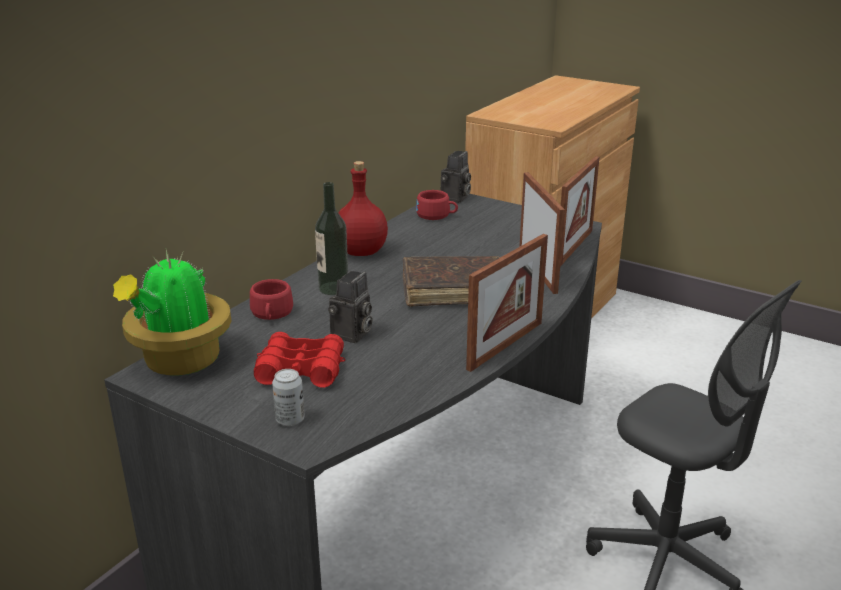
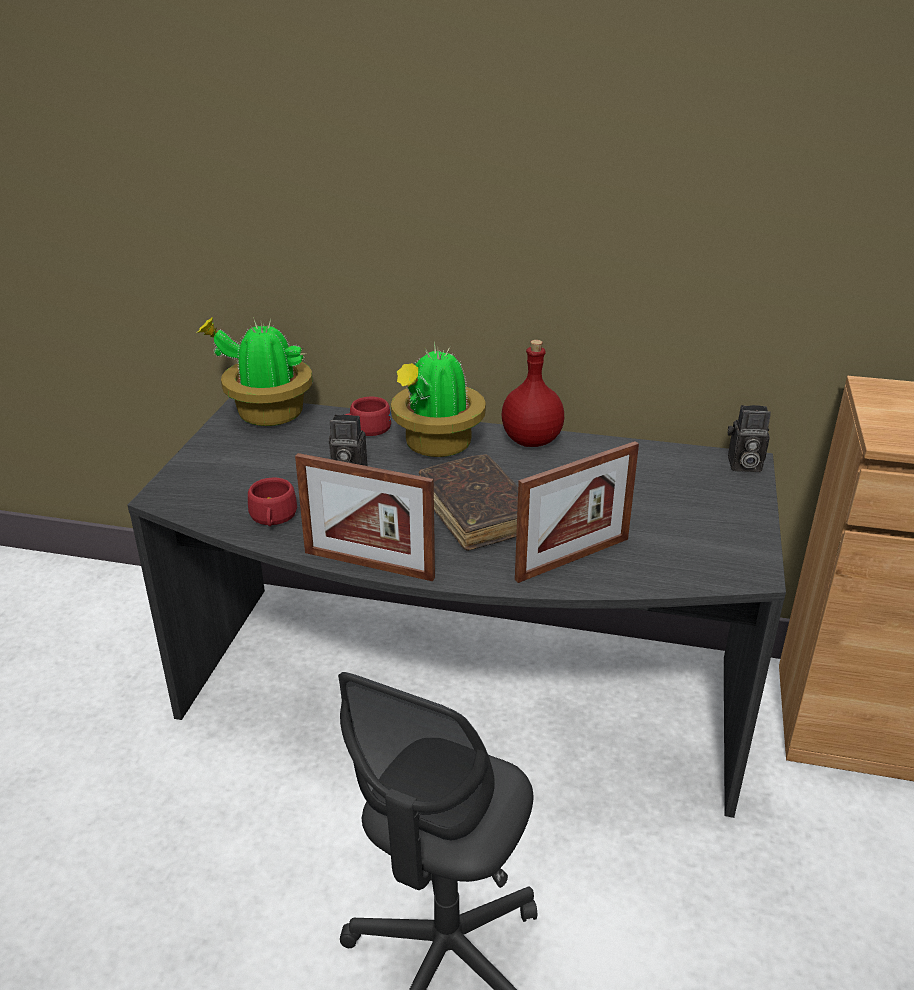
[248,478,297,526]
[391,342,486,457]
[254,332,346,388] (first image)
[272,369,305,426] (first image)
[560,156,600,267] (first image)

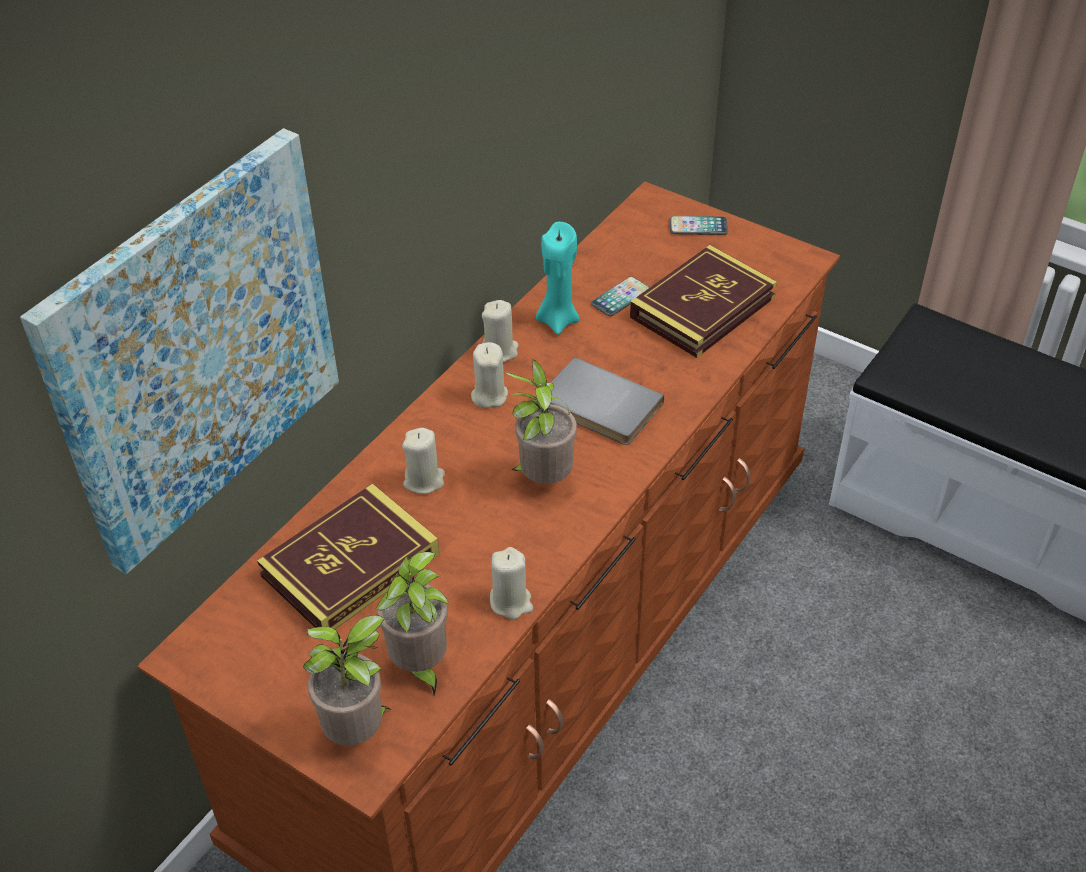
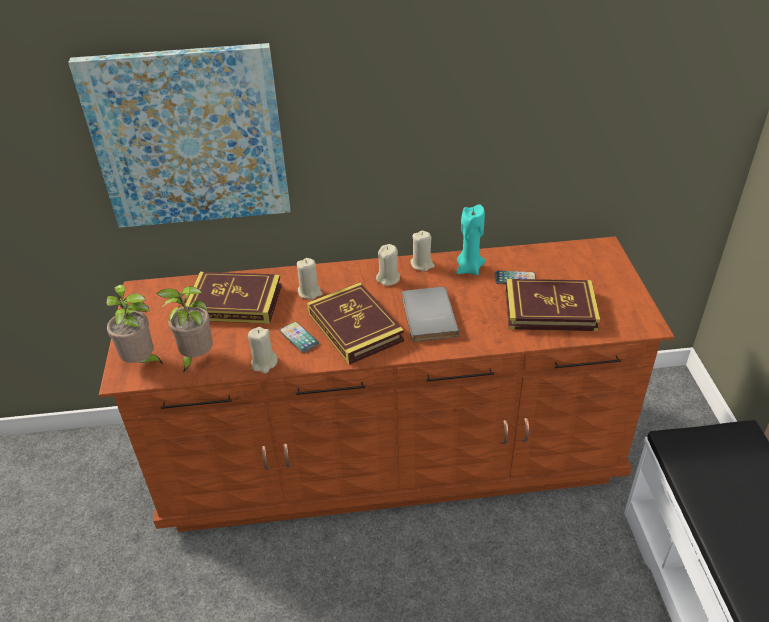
[280,322,319,353]
[307,282,404,365]

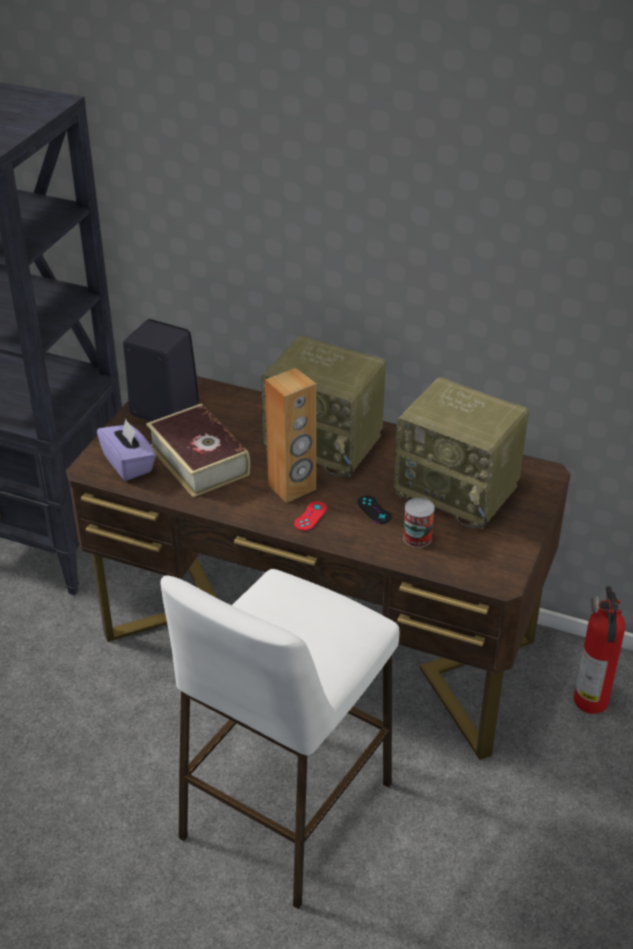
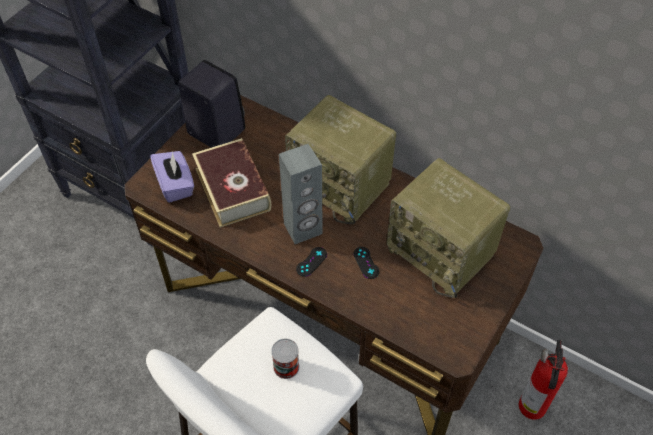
[271,339,299,379]
[279,144,323,244]
[296,247,327,277]

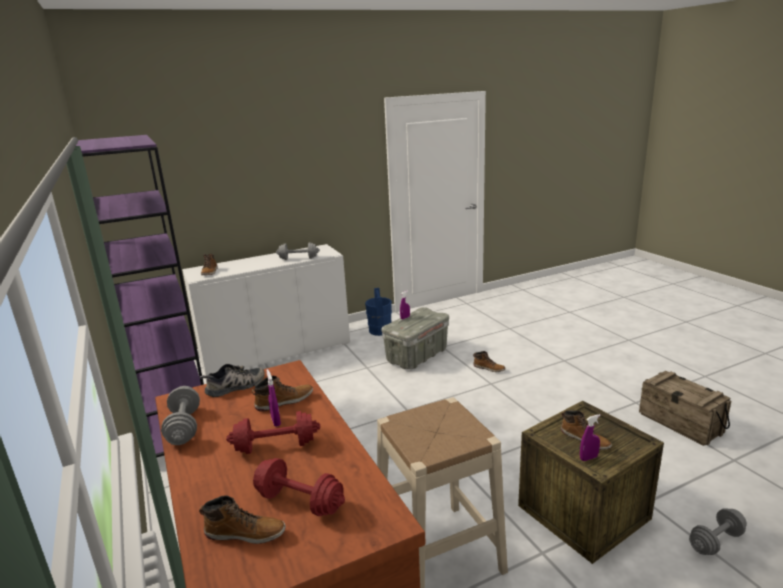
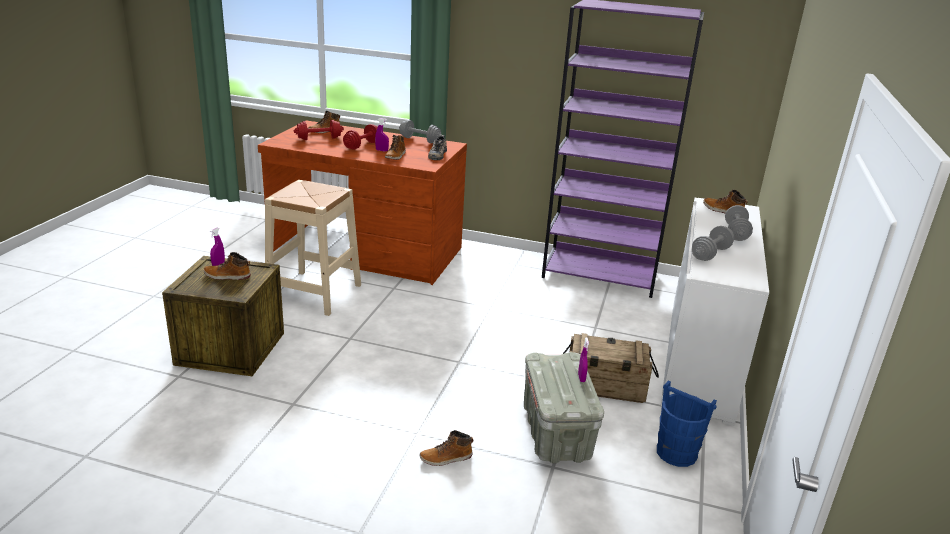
[563,333,659,403]
[725,205,753,241]

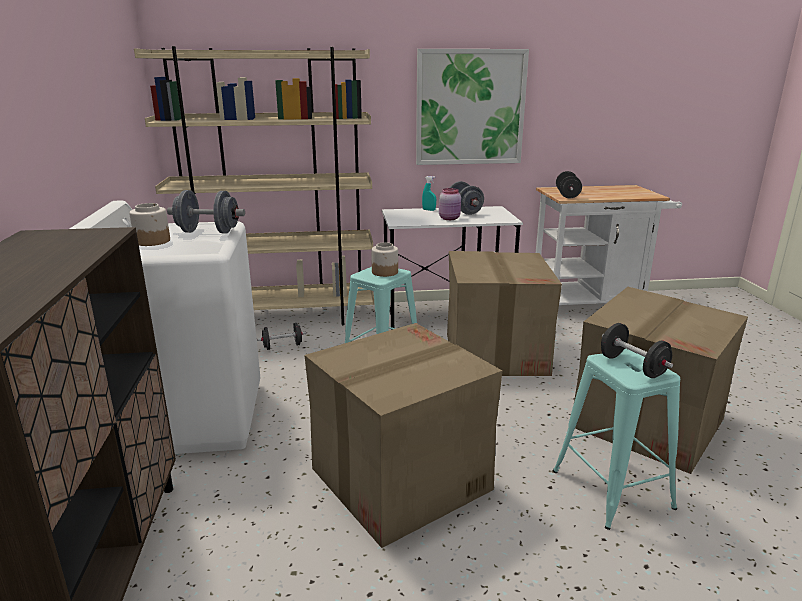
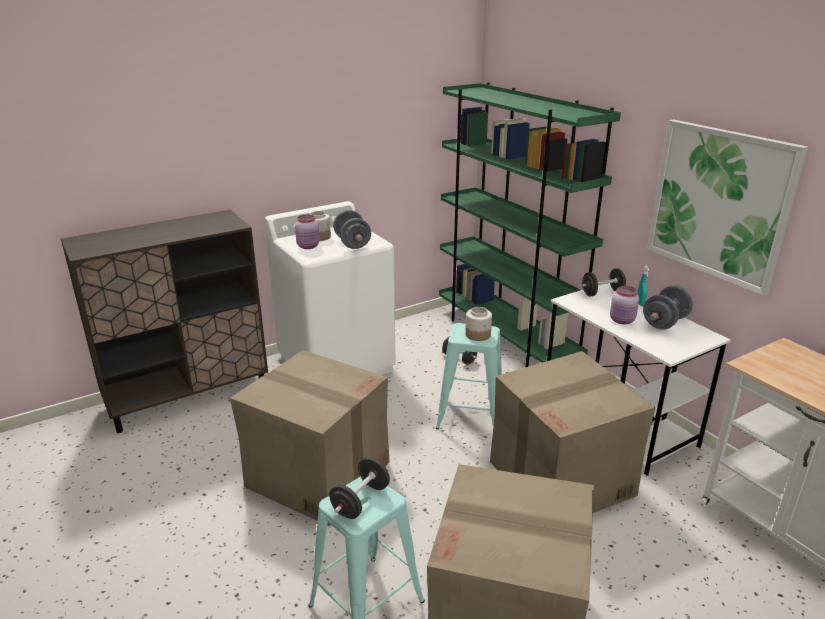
[295,214,320,249]
[439,83,621,368]
[581,268,627,296]

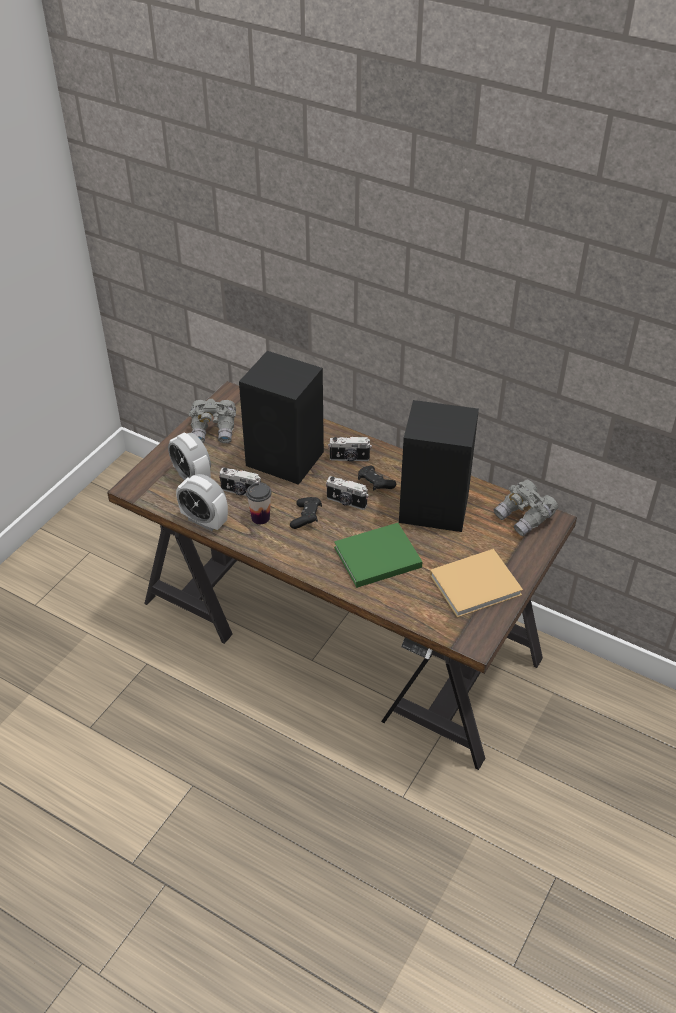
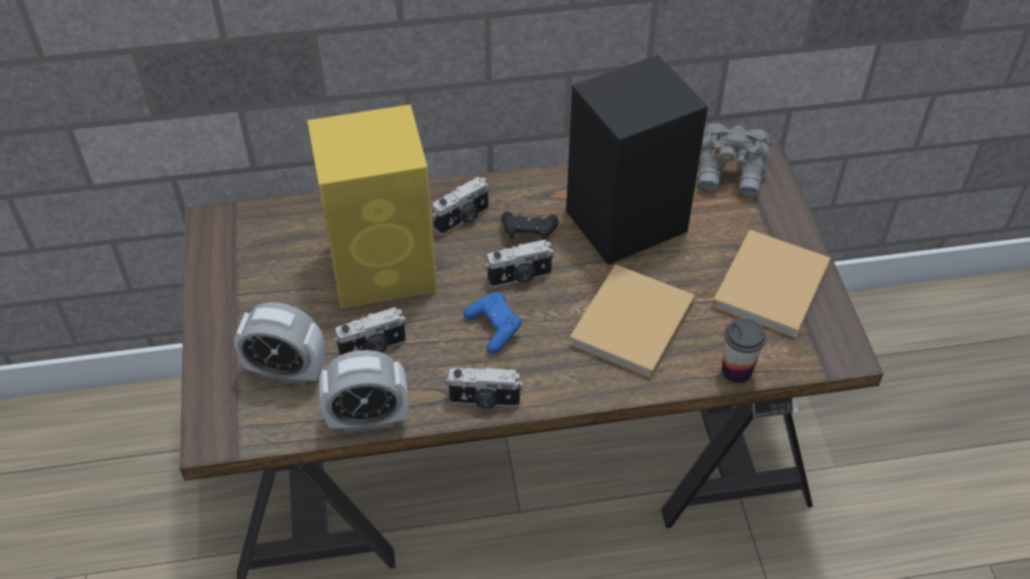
[307,104,437,308]
[446,367,523,409]
[464,292,522,354]
[569,264,695,379]
[722,318,766,383]
[189,399,236,443] (first image)

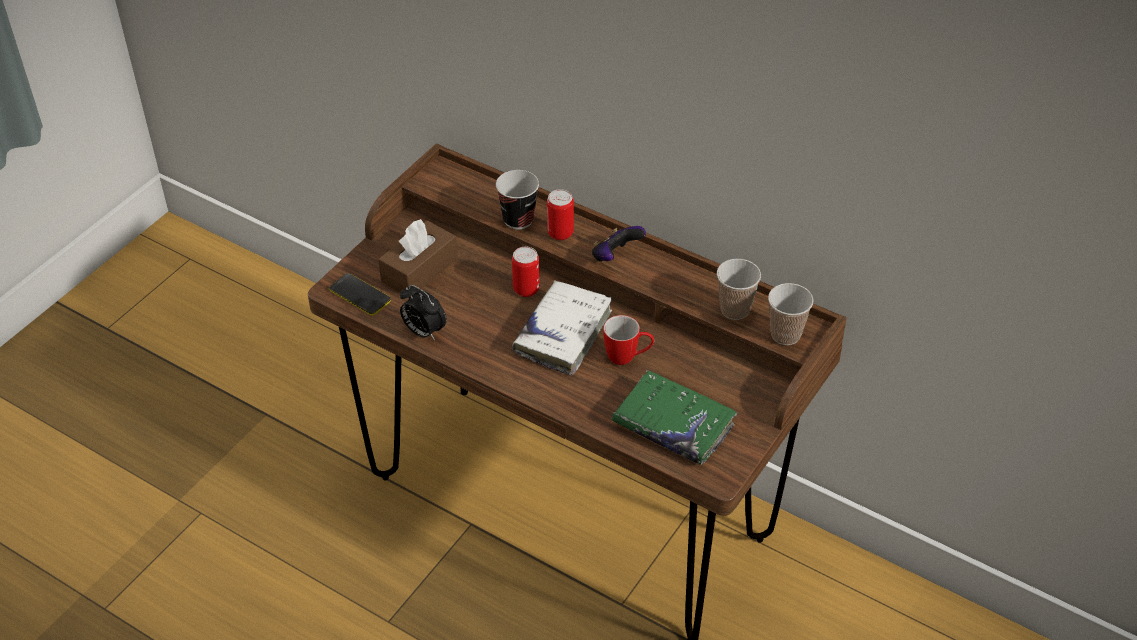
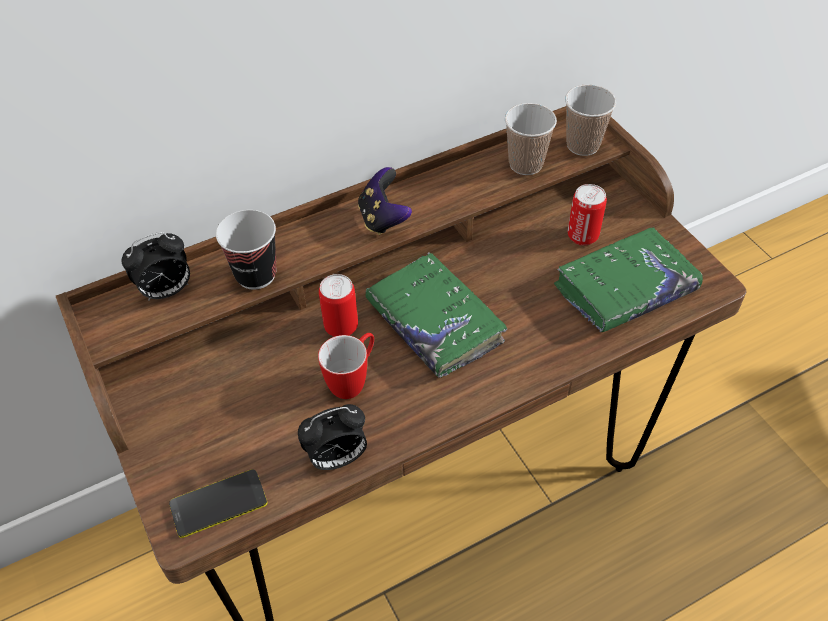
[122,232,190,301]
[318,333,374,399]
[365,252,507,378]
[568,184,607,246]
[378,219,457,298] (first image)

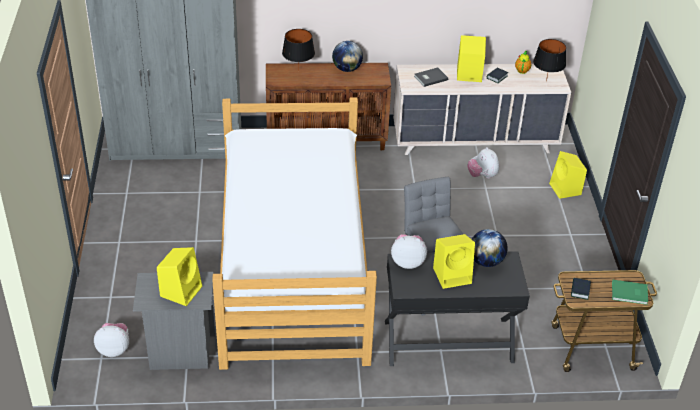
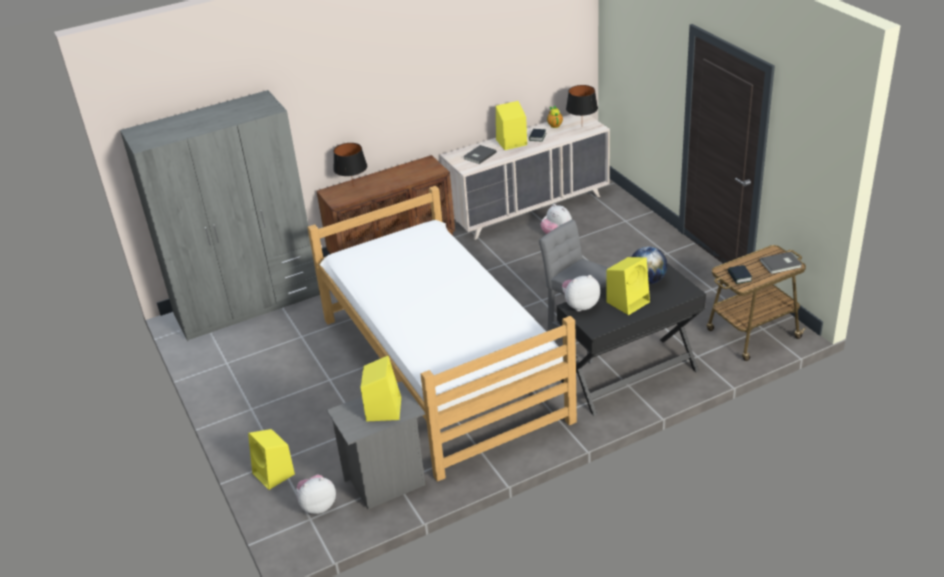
[248,429,295,490]
[760,252,802,274]
[332,41,363,72] (first image)

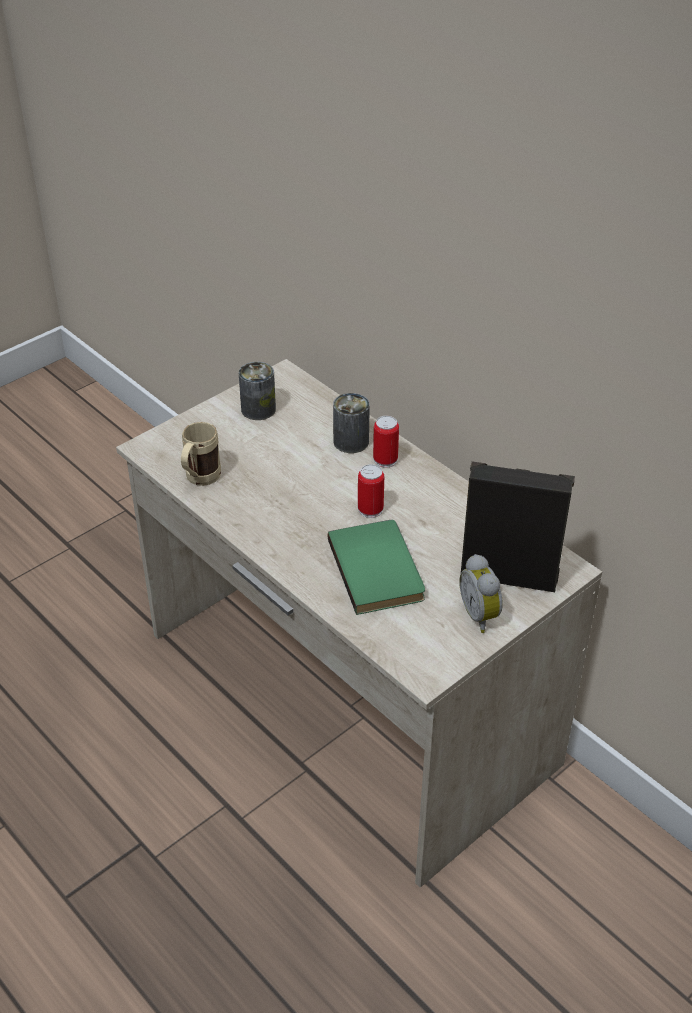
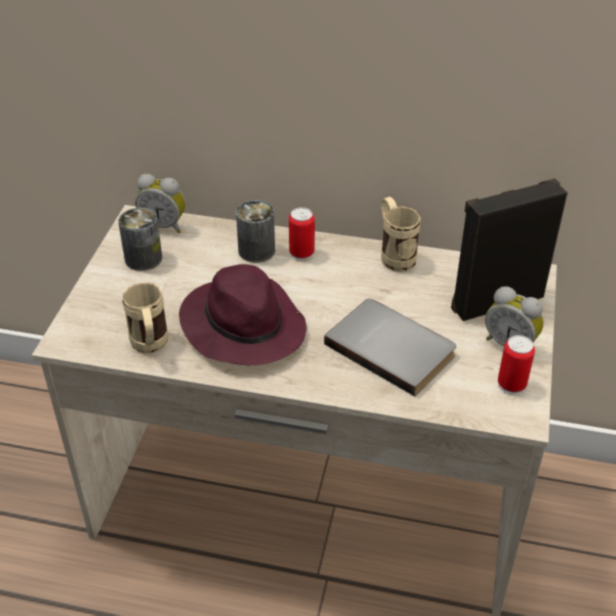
[135,174,185,233]
[179,264,306,365]
[324,299,456,396]
[381,197,421,272]
[498,335,535,395]

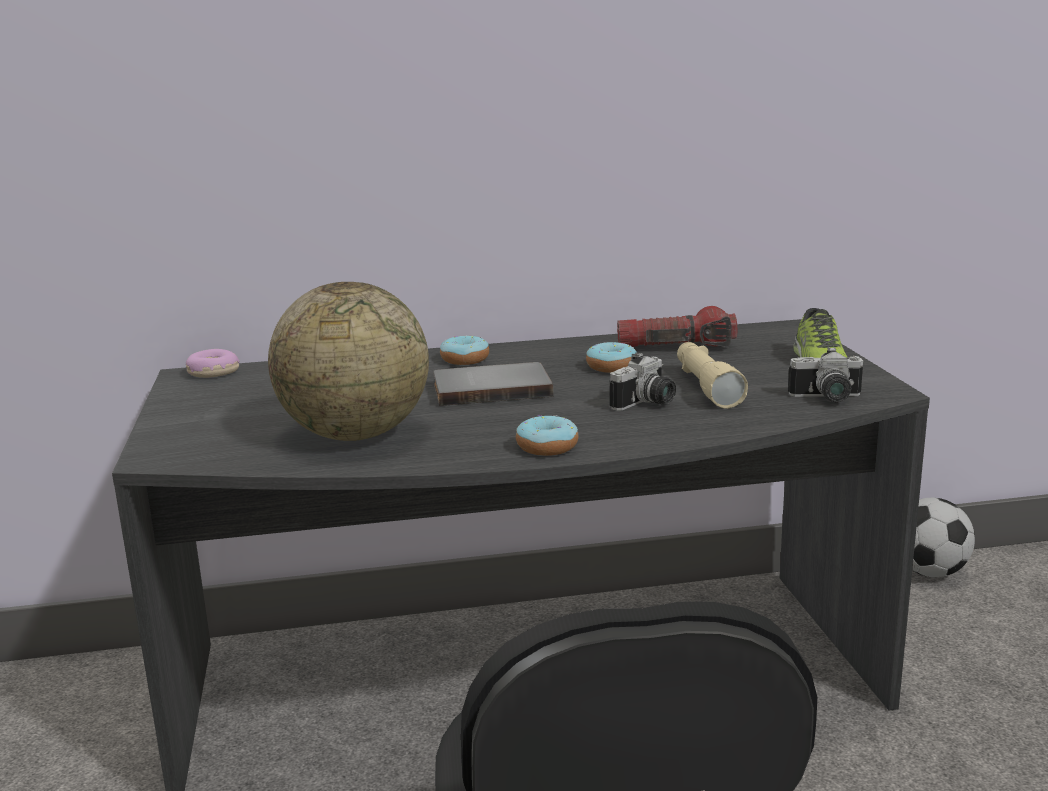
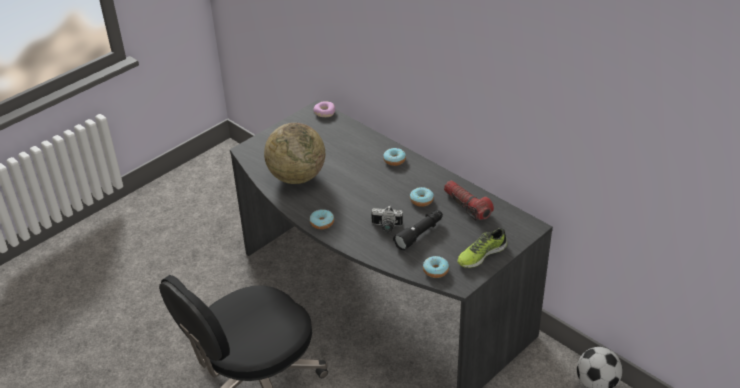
[393,210,443,251]
[423,256,449,278]
[433,362,553,406] (first image)

